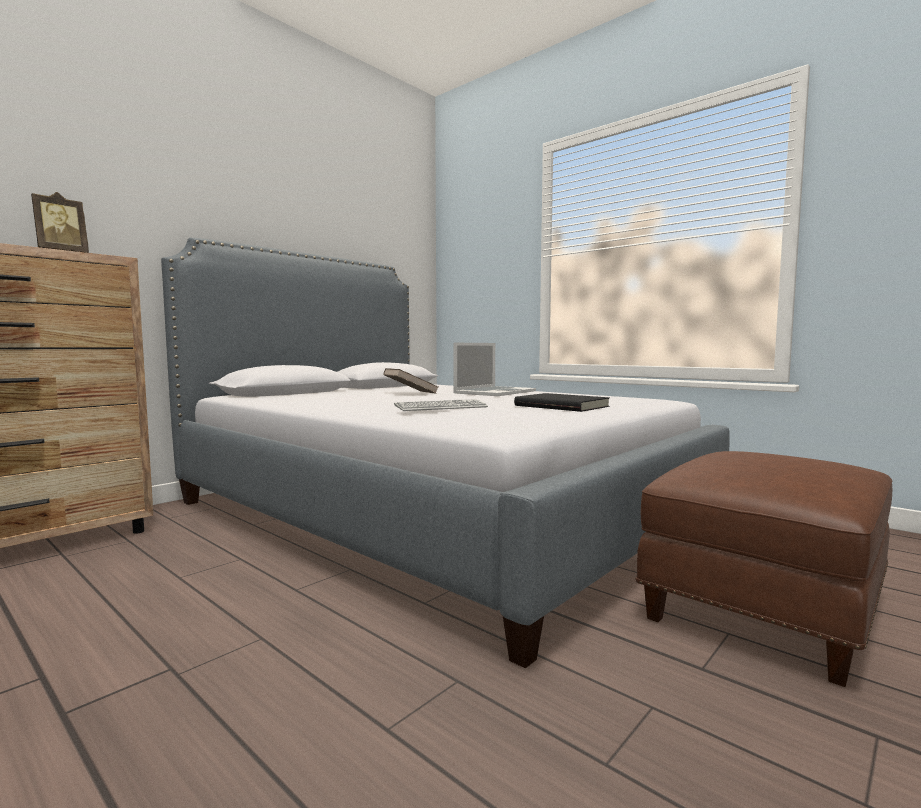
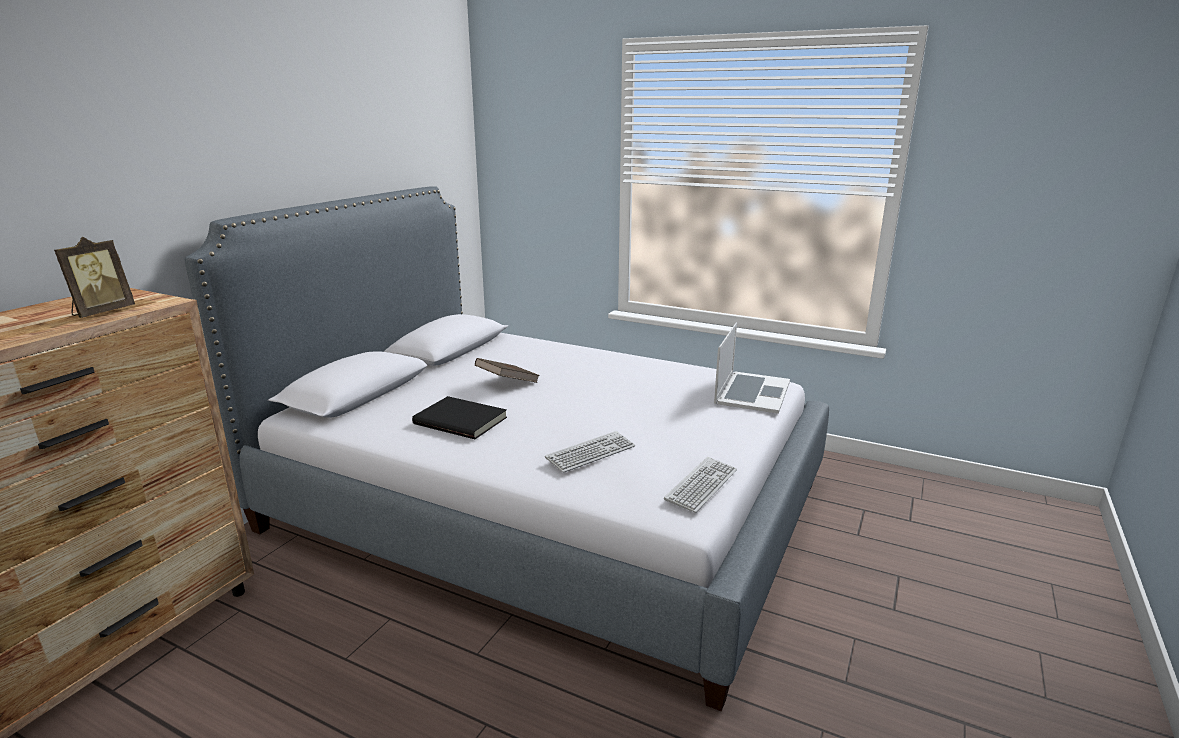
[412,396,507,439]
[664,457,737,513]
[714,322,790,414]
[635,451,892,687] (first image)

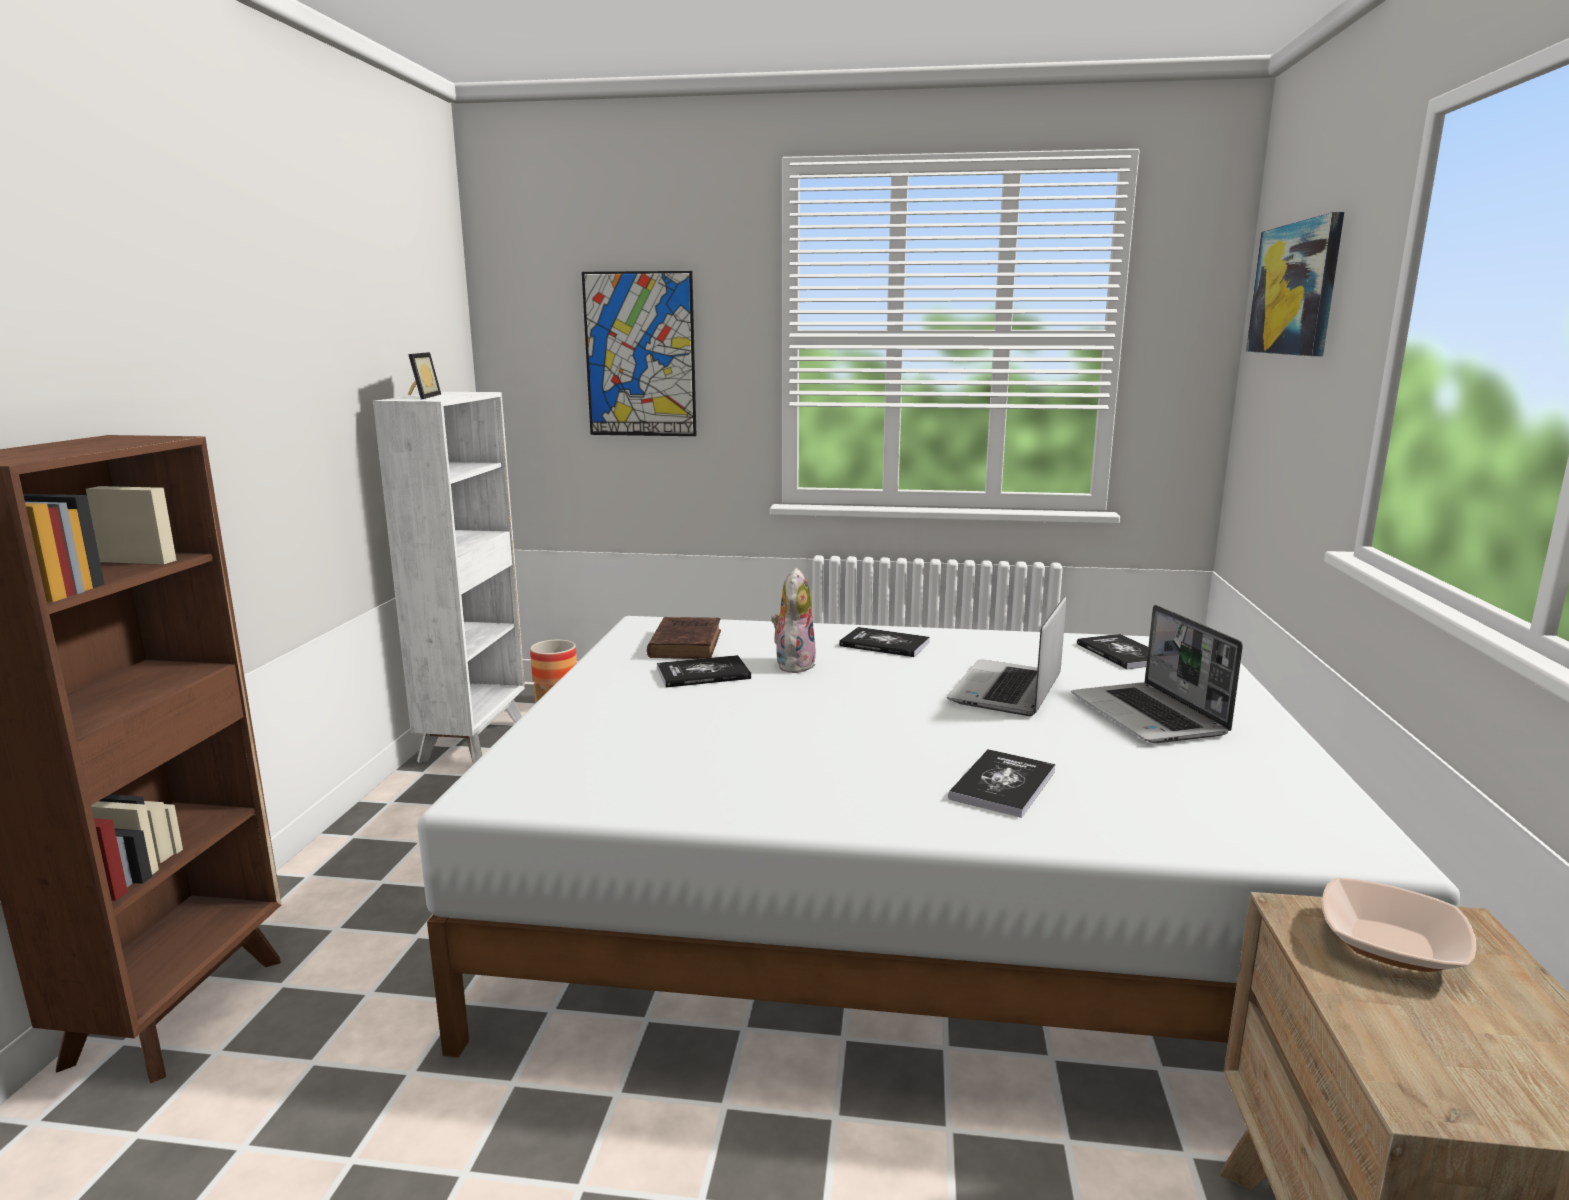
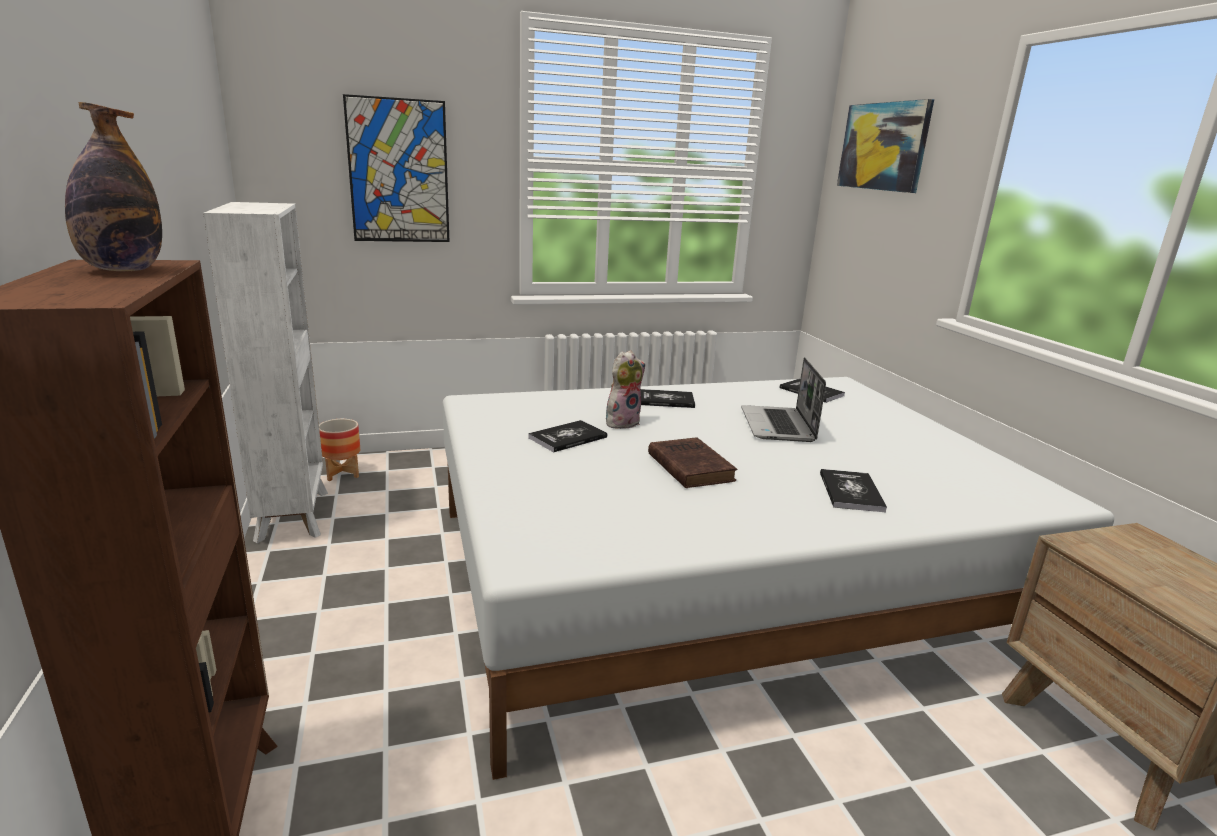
[65,102,162,271]
[606,350,646,429]
[648,437,737,488]
[408,352,441,399] (first image)
[1072,605,1243,743] (first image)
[1322,878,1476,972] (first image)

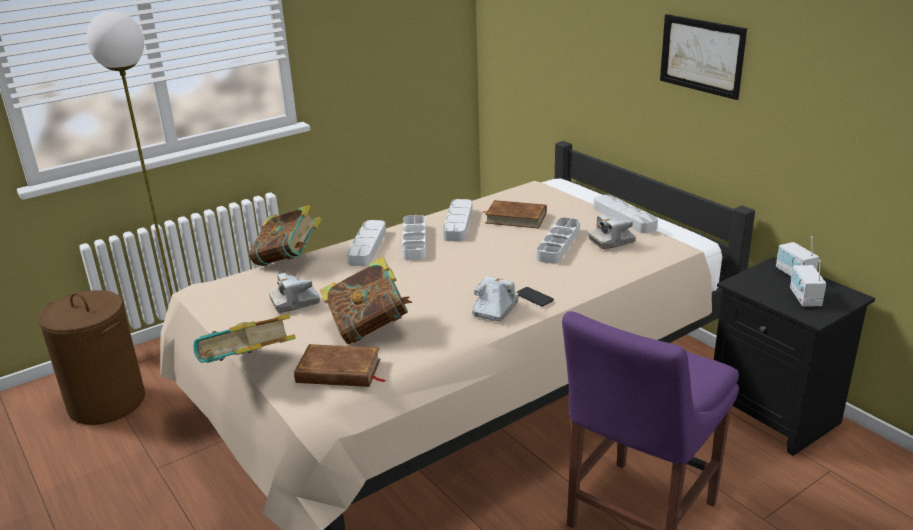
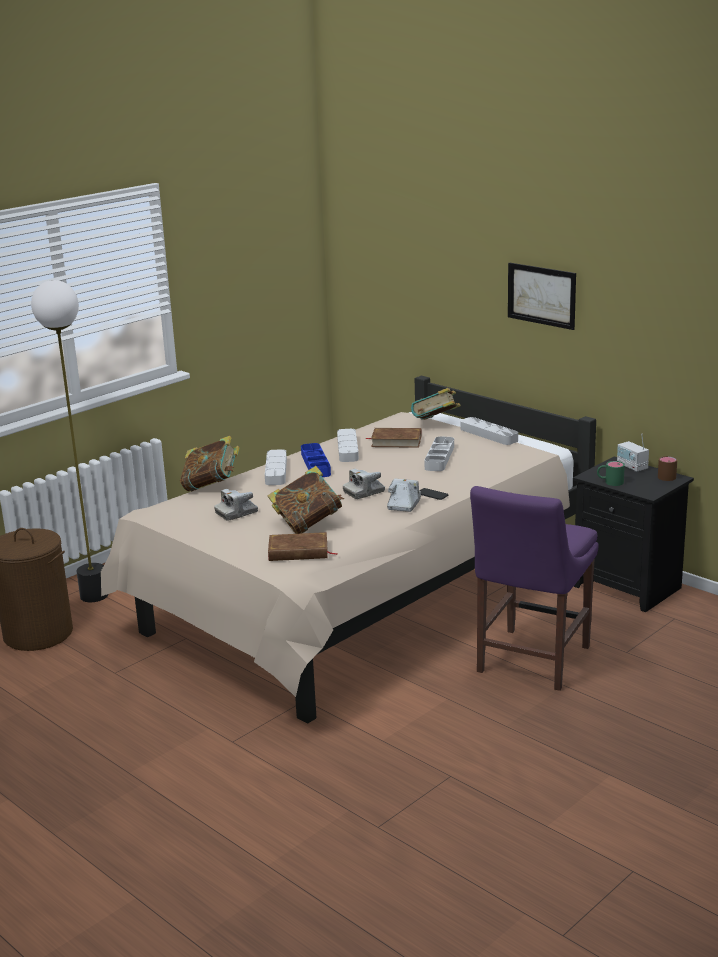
[301,443,331,477]
[343,469,385,499]
[411,388,461,420]
[597,461,625,486]
[658,456,677,481]
[790,260,826,307] (first image)

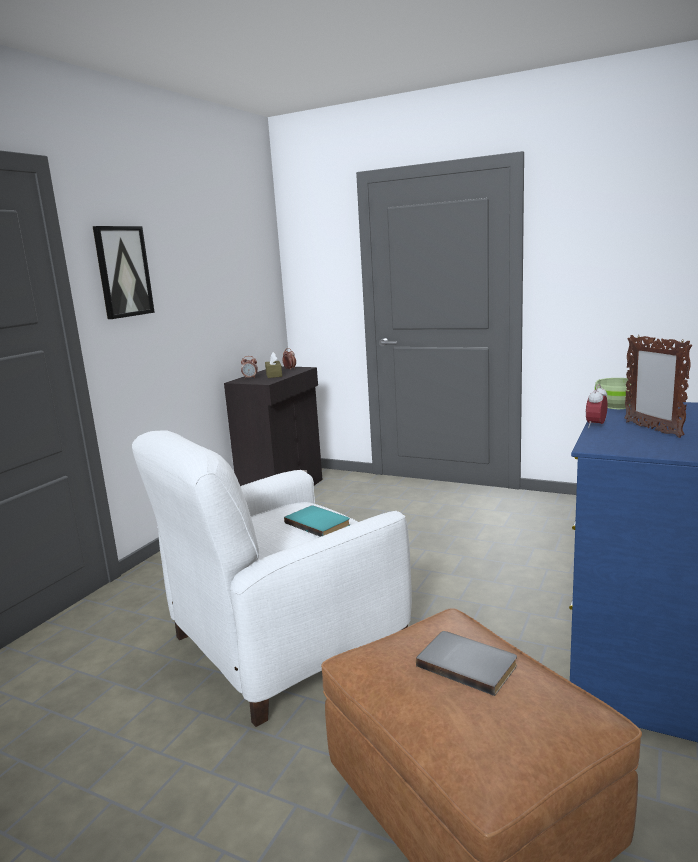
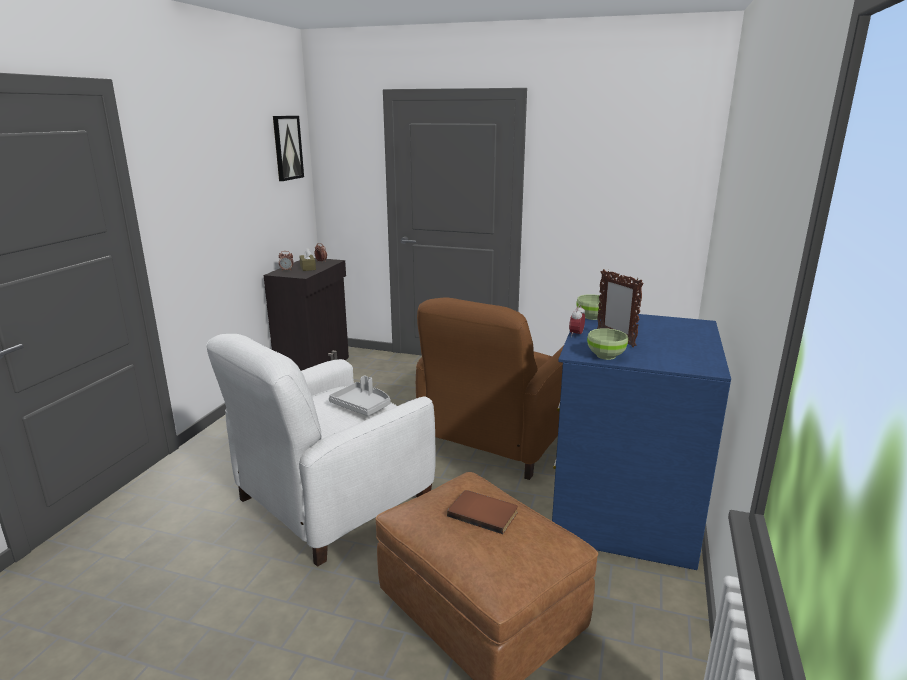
[273,116,304,181]
[329,376,390,416]
[416,297,564,480]
[447,490,518,534]
[587,329,628,360]

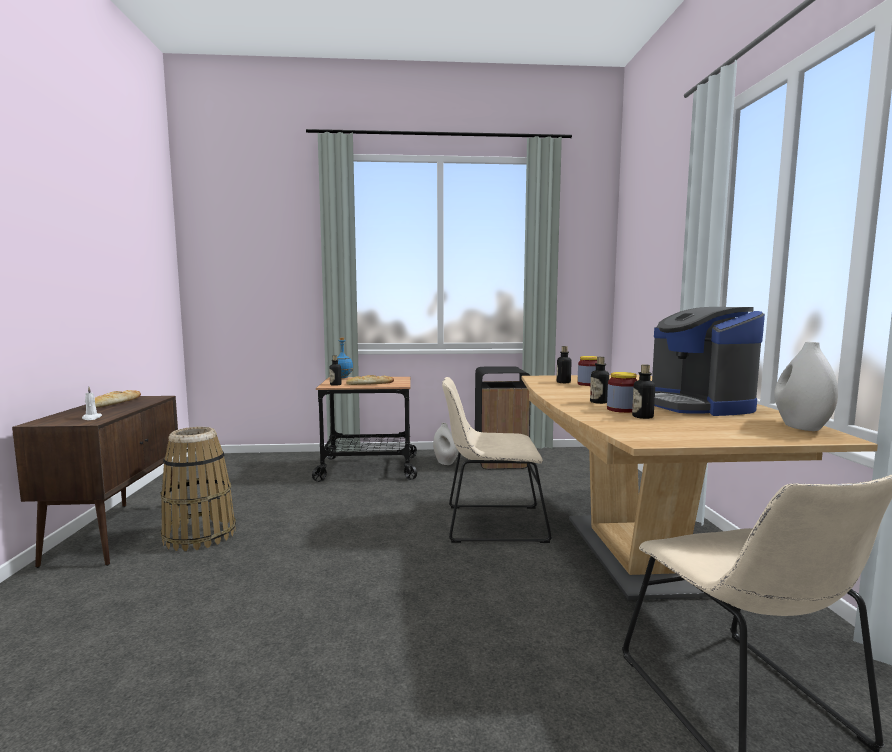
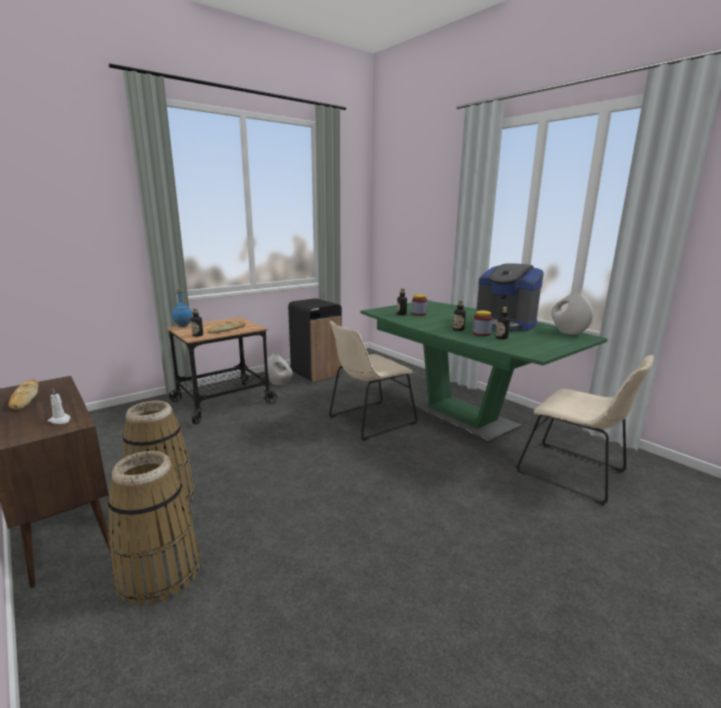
[108,451,200,606]
[361,300,607,443]

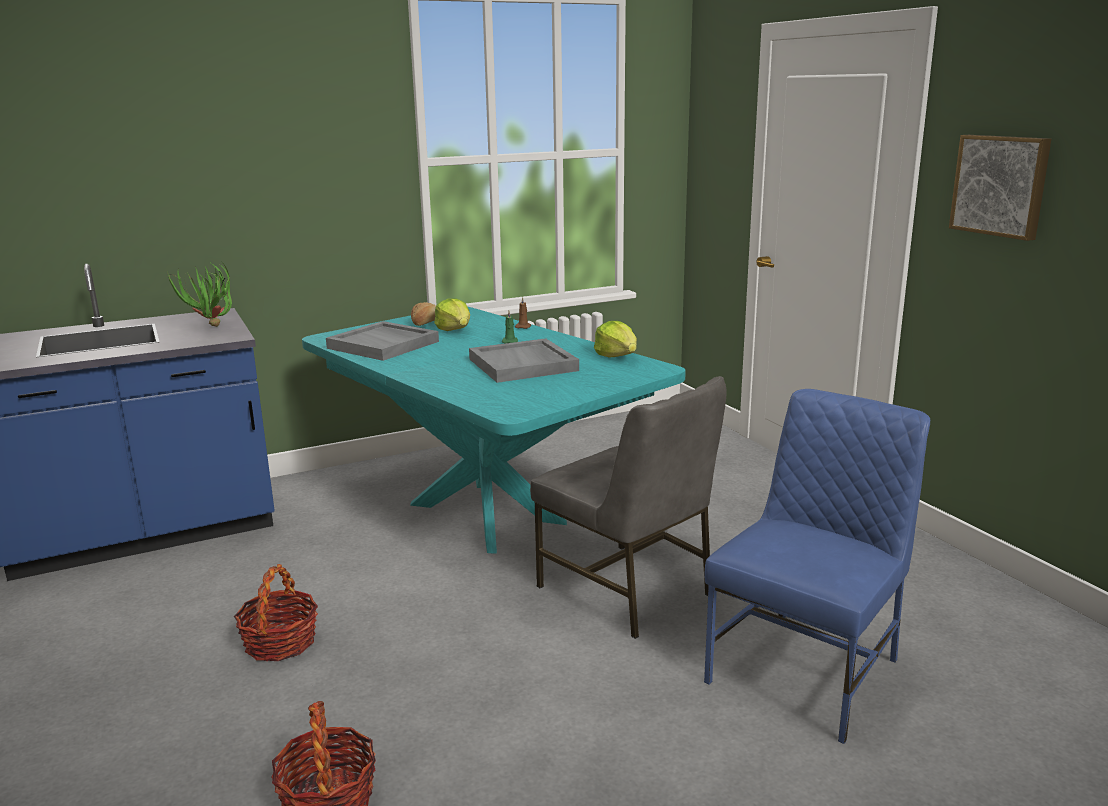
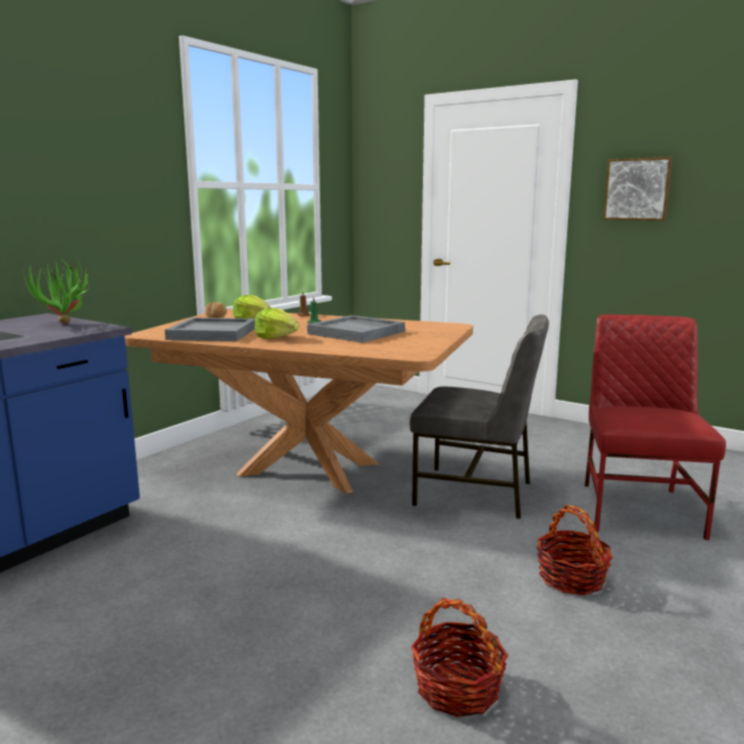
[125,309,473,494]
[254,308,299,339]
[536,505,613,595]
[585,314,726,540]

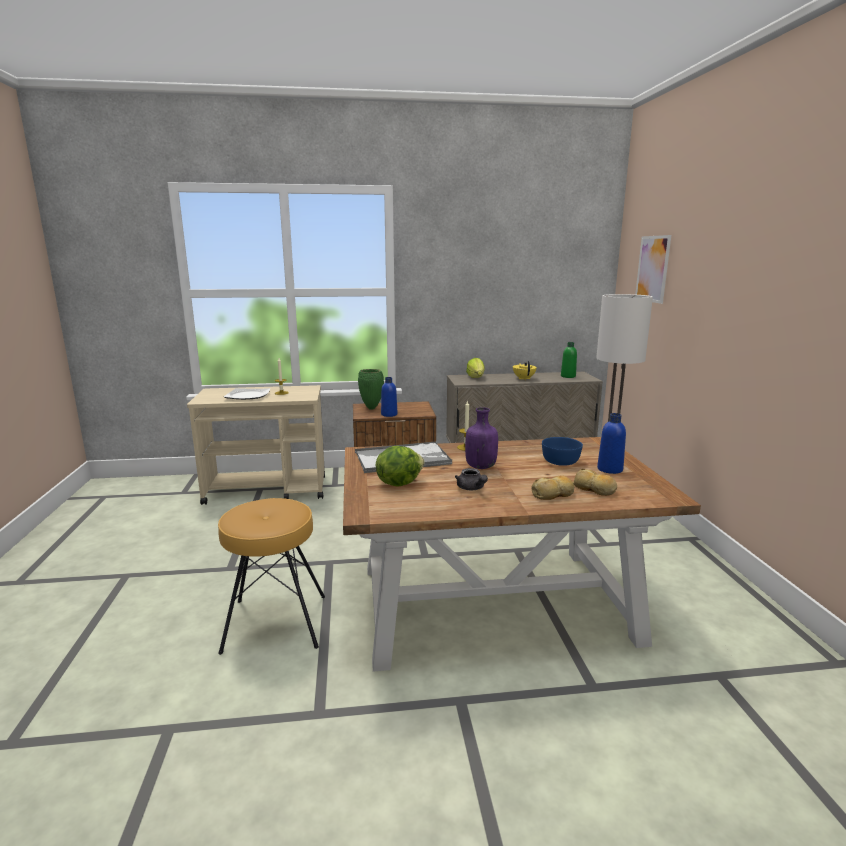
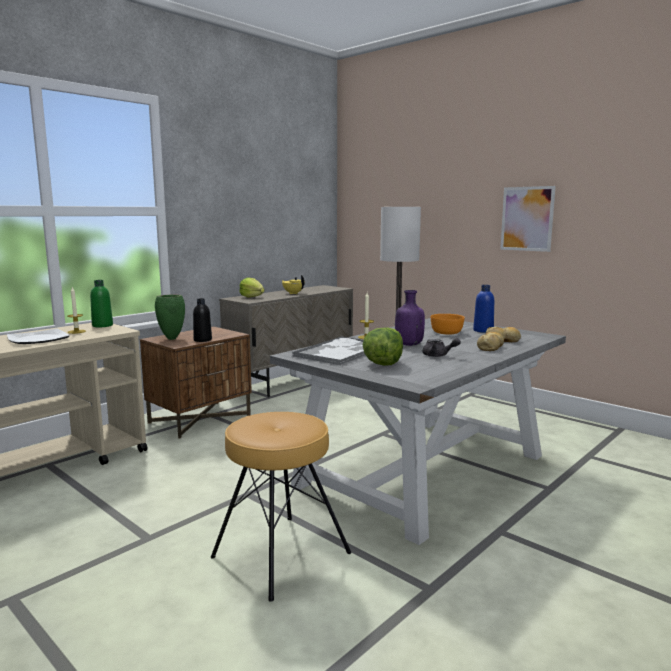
[90,280,113,328]
[193,298,212,342]
[270,318,566,545]
[431,314,465,335]
[500,186,556,252]

